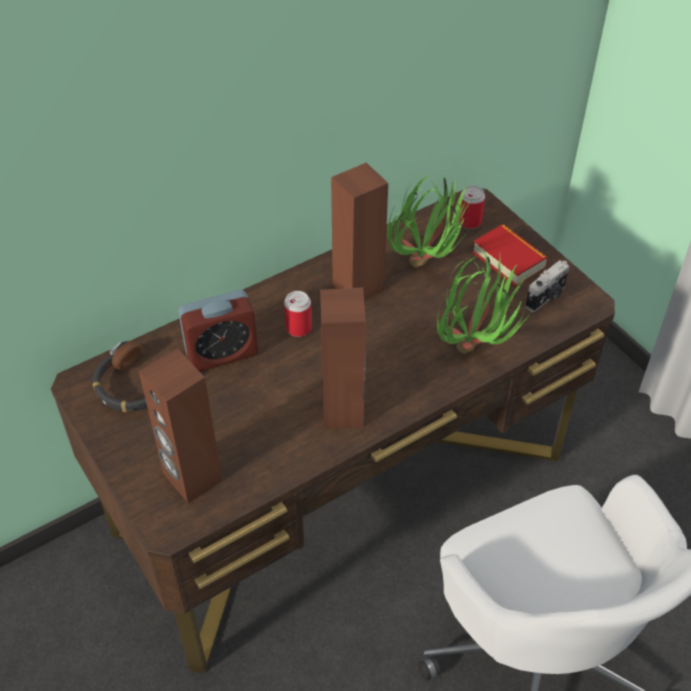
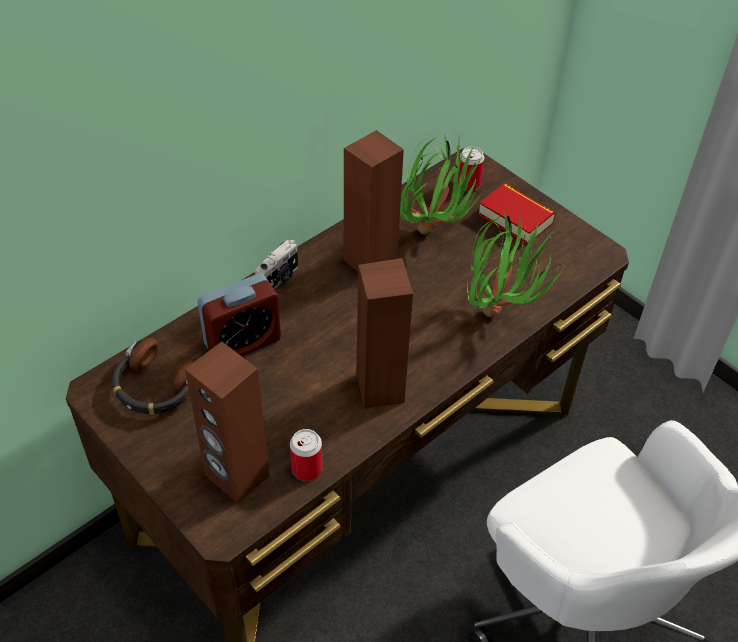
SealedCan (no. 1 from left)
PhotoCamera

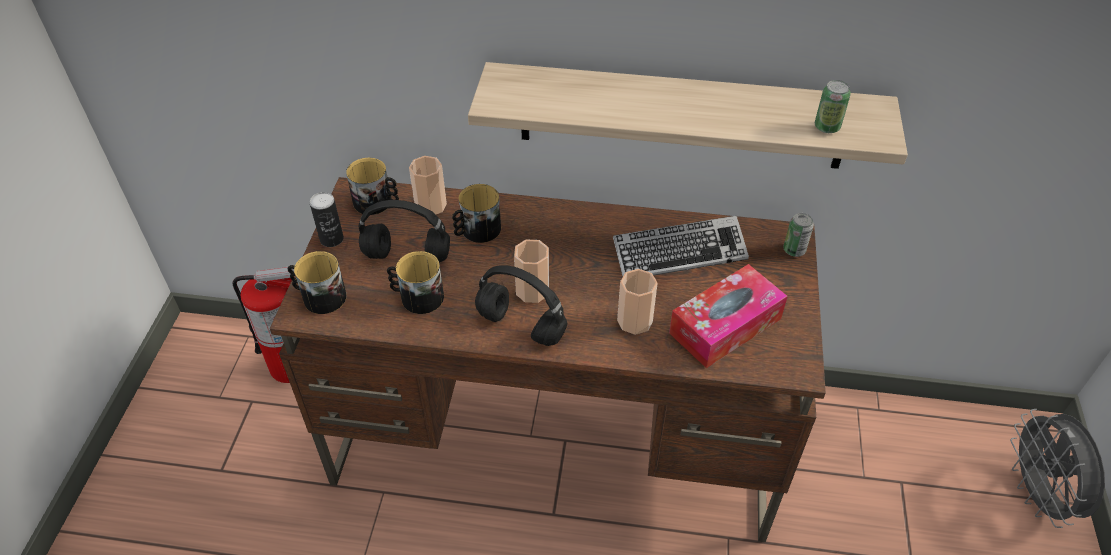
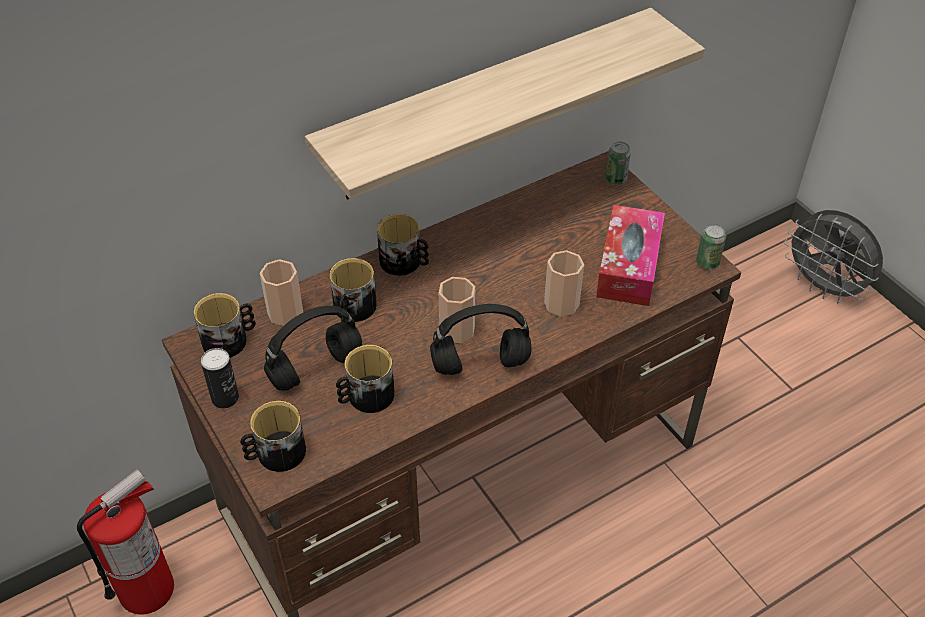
ComputerKeyboard
SealedCan (no. 3 from left)
TeaMug (no. 5 from left)

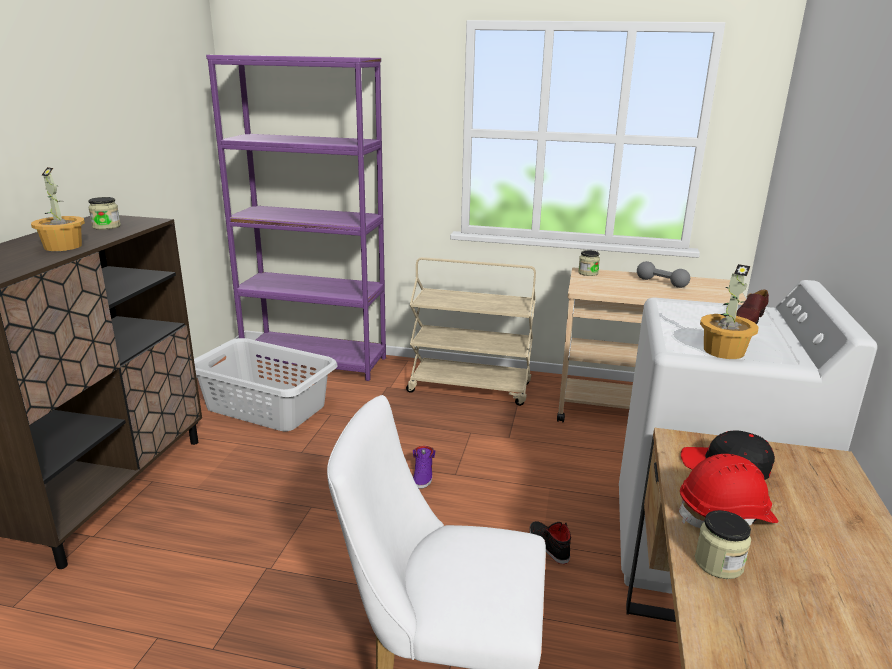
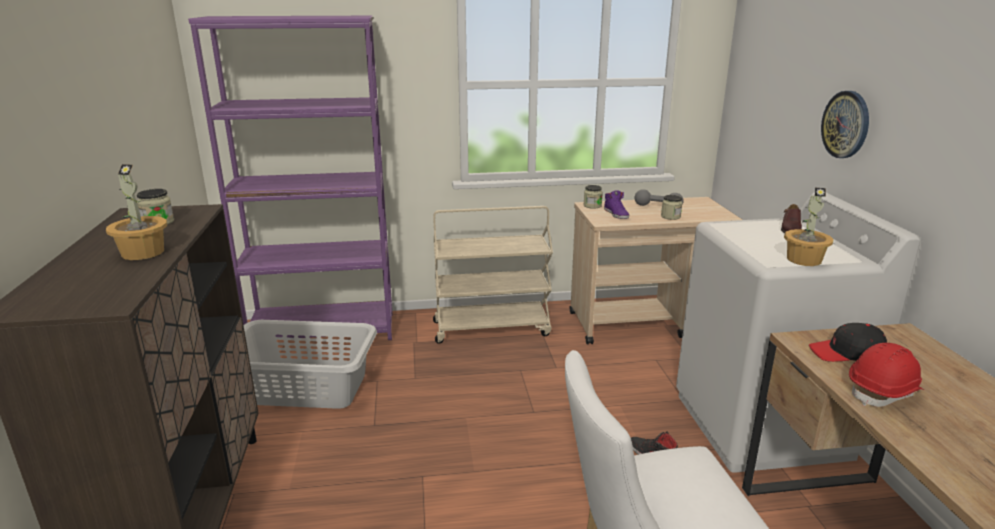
PurpleColouredItemOfFootwear
Jar (no. 3 from left)
HangingClock

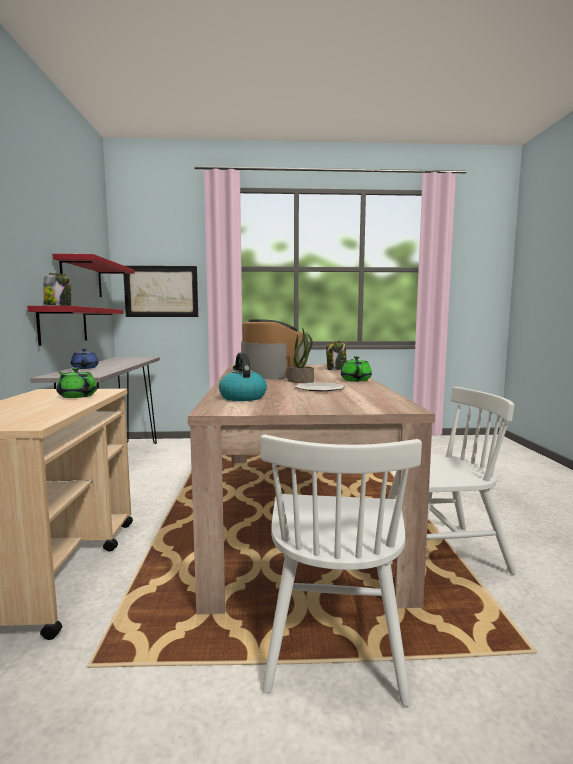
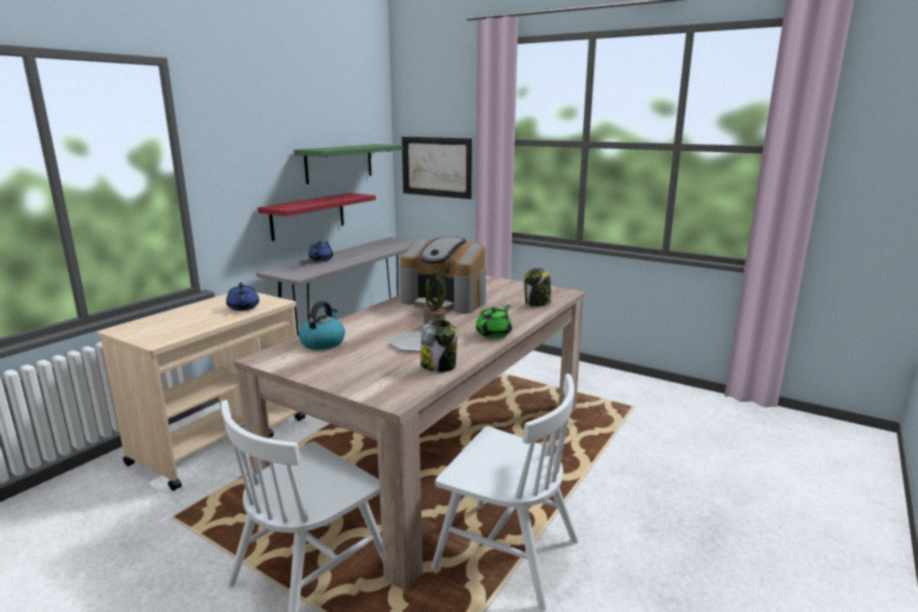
Jar (no. 1 from left)
GreenColouredShelf
BlueColouredTeaPot (no. 1 from left)
CoffeeMachine

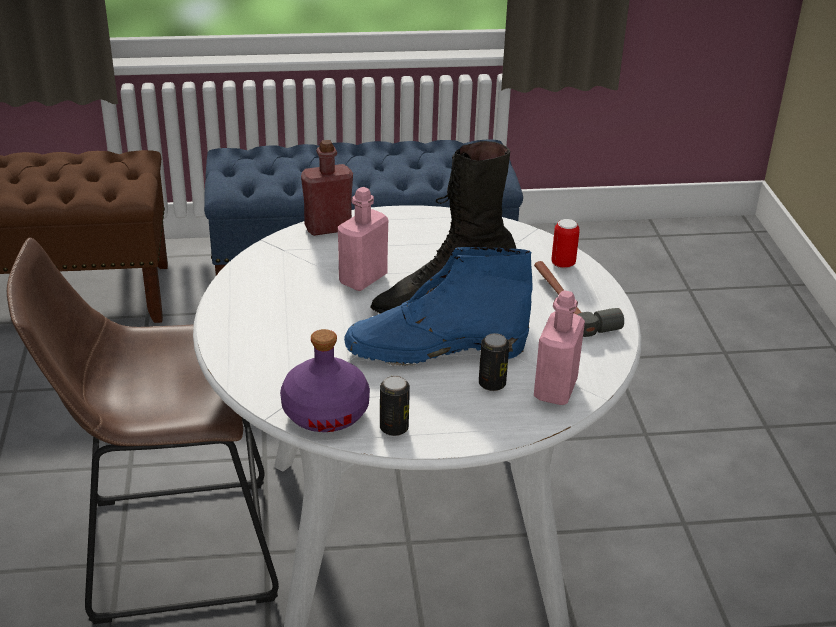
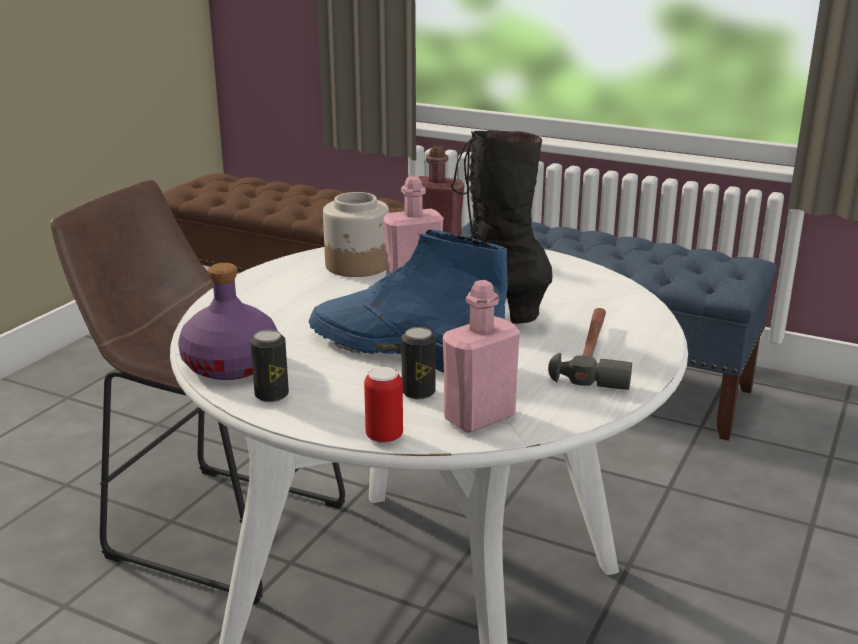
SealedCan (no. 2 from left)
Jar

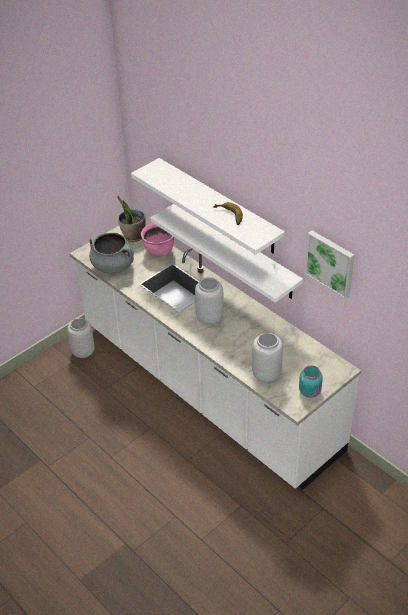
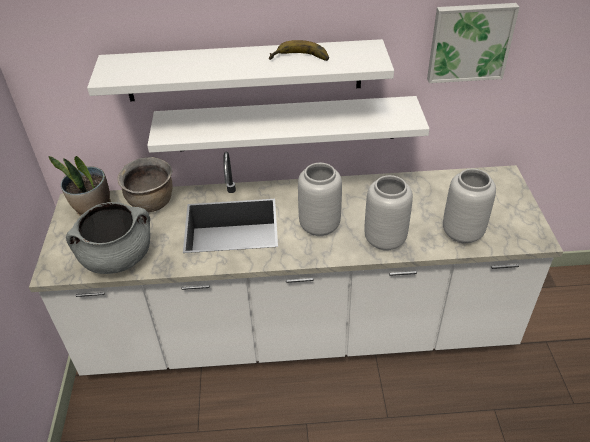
GrayVase (no. 2 from left)
BrownishCookingPot
TurquoiseJar

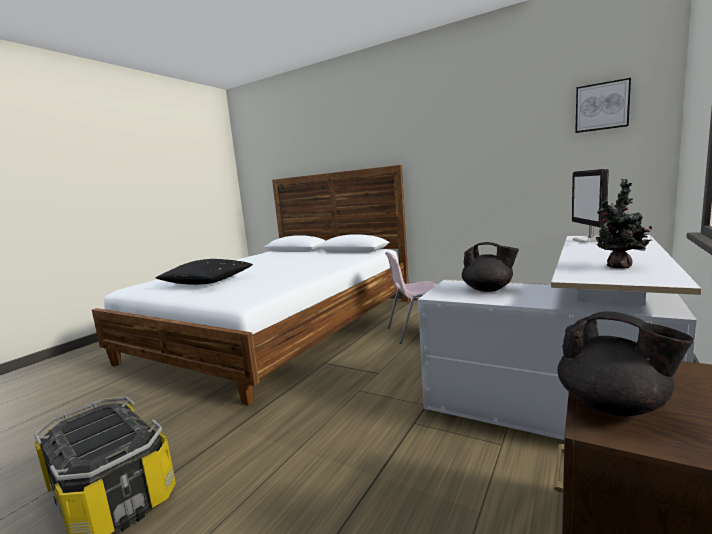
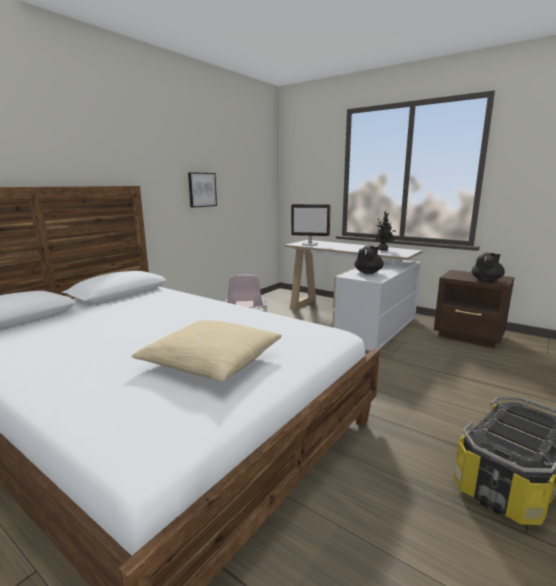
SandColouredPillow
Picture

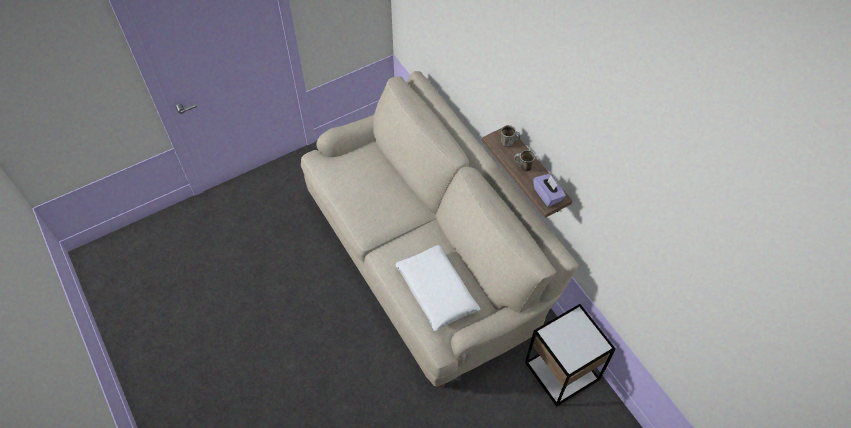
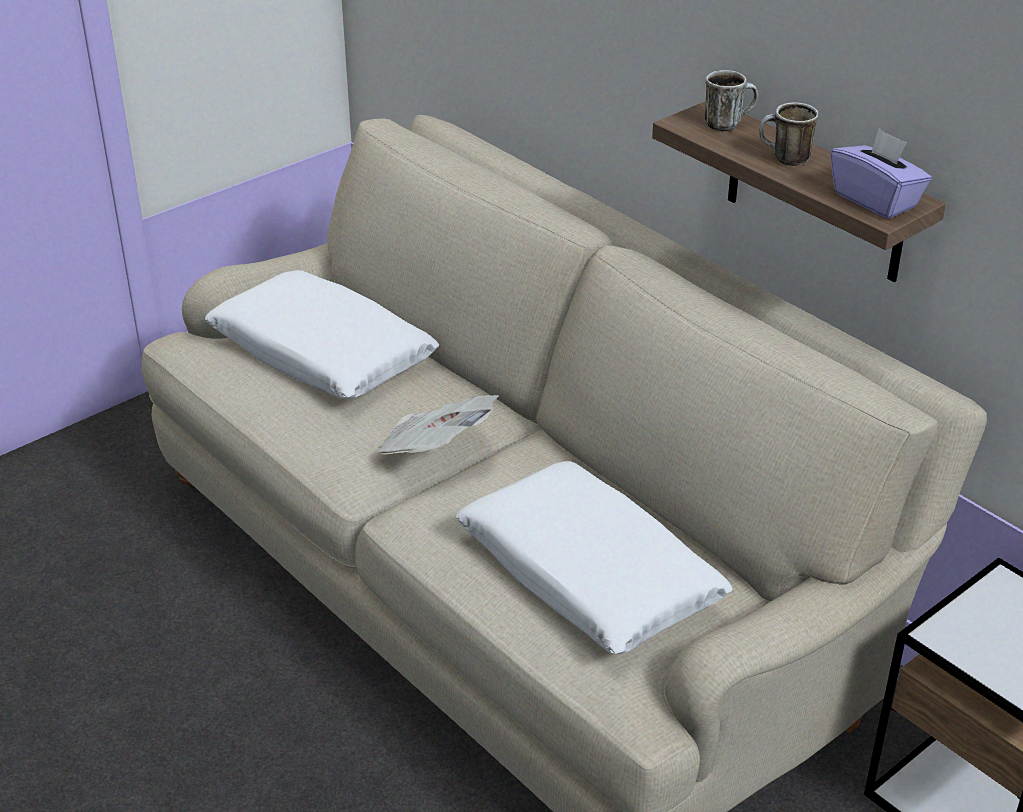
WhitishPillow (no. 1 from left)
Newspaper

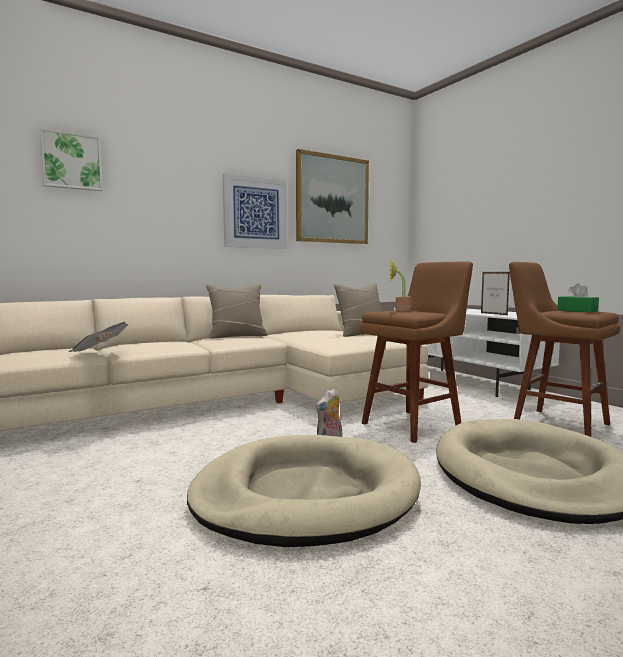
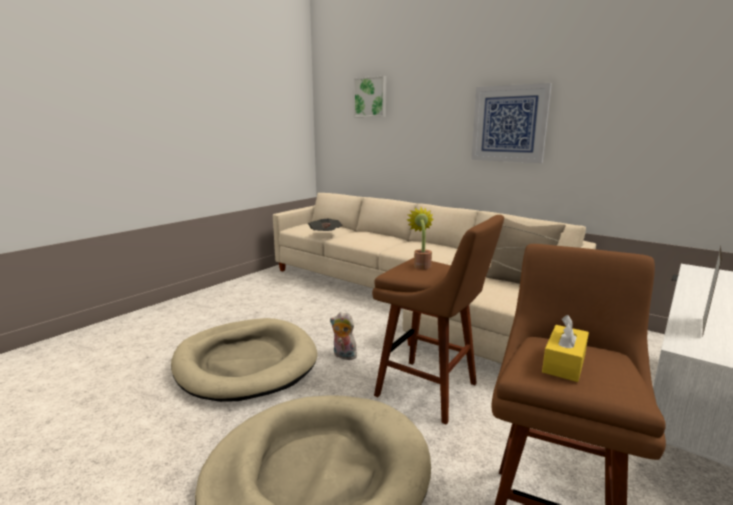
SandColouredPillow (no. 1 from left in the first image)
Picture (no. 3 from left in the first image)
YellowColouredTissueBox

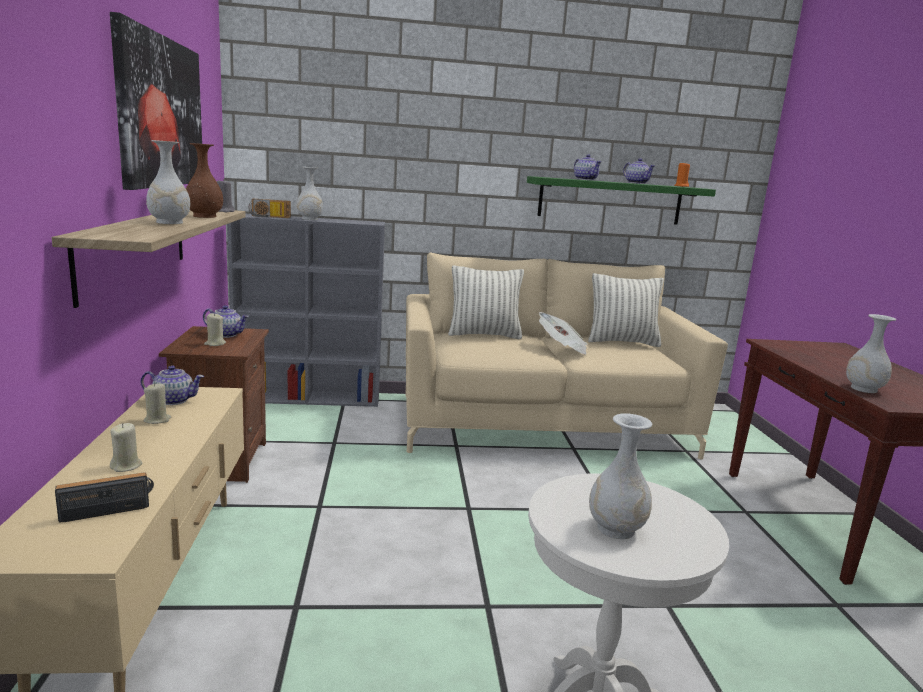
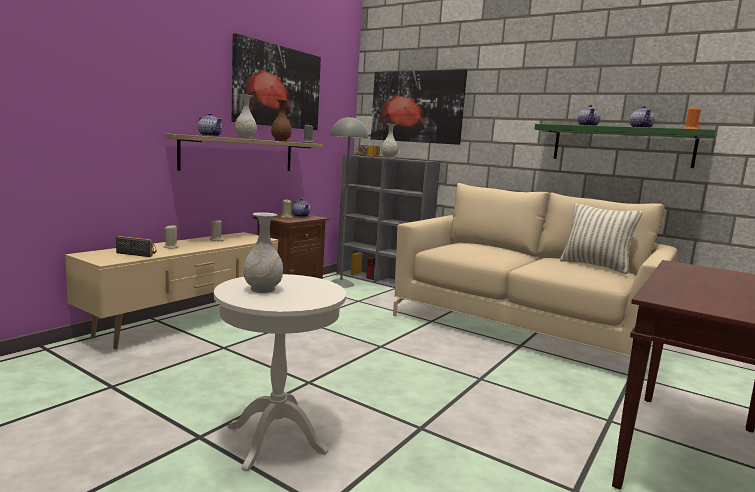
TeaPot (no. 1 from left)
Pillow (no. 1 from left in the first image)
Newspaper
WhitishVase (no. 4 from left in the first image)
GrayFloorLamp
Picture (no. 2 from left)

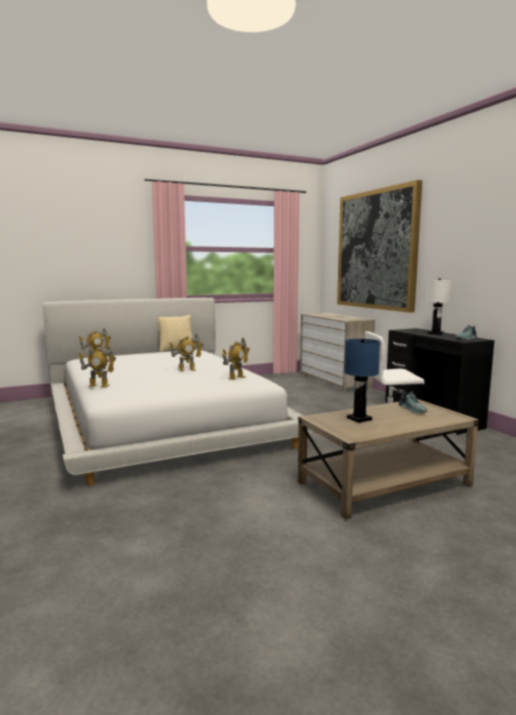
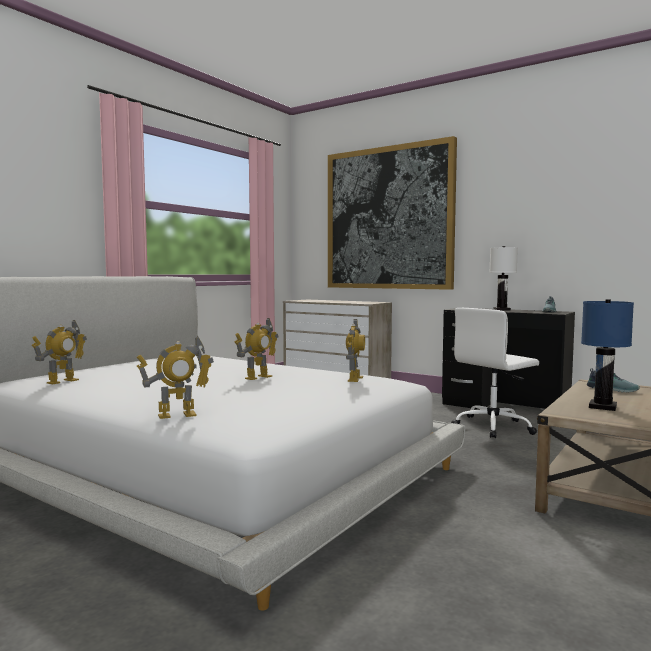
Pillow

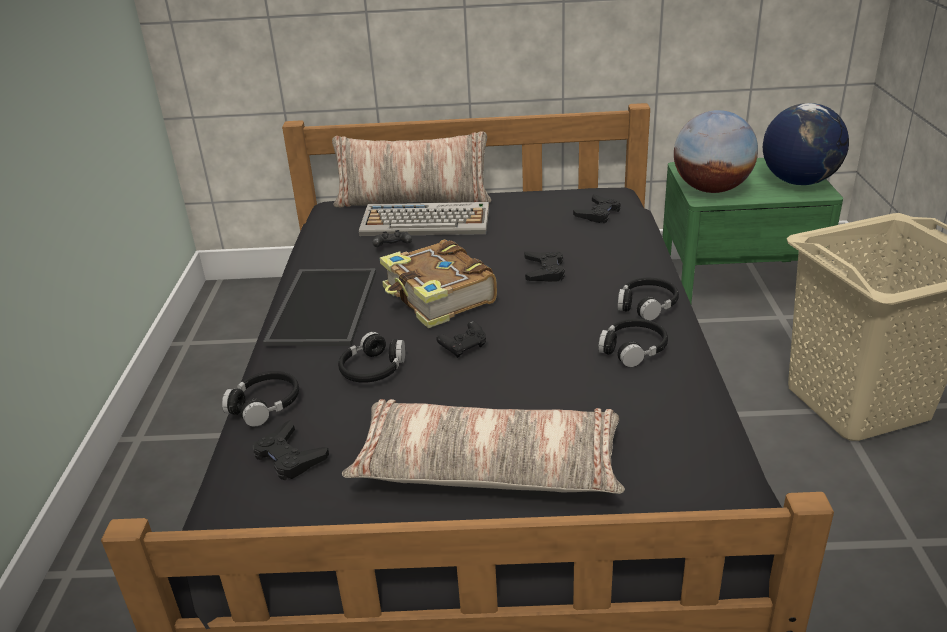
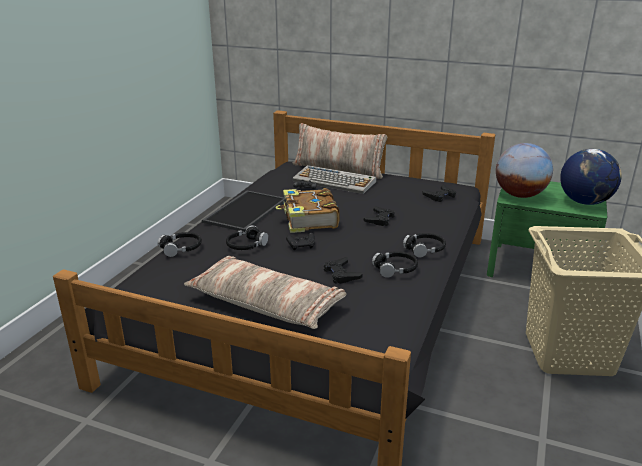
BlackishJoypad (no. 3 from left)

